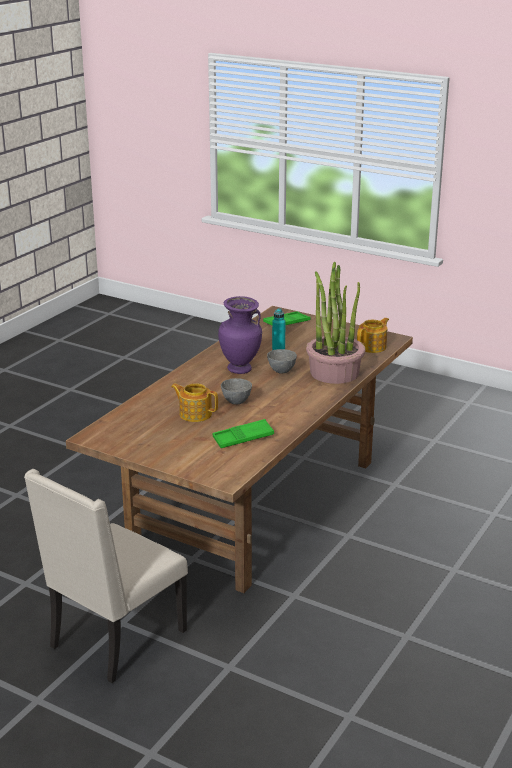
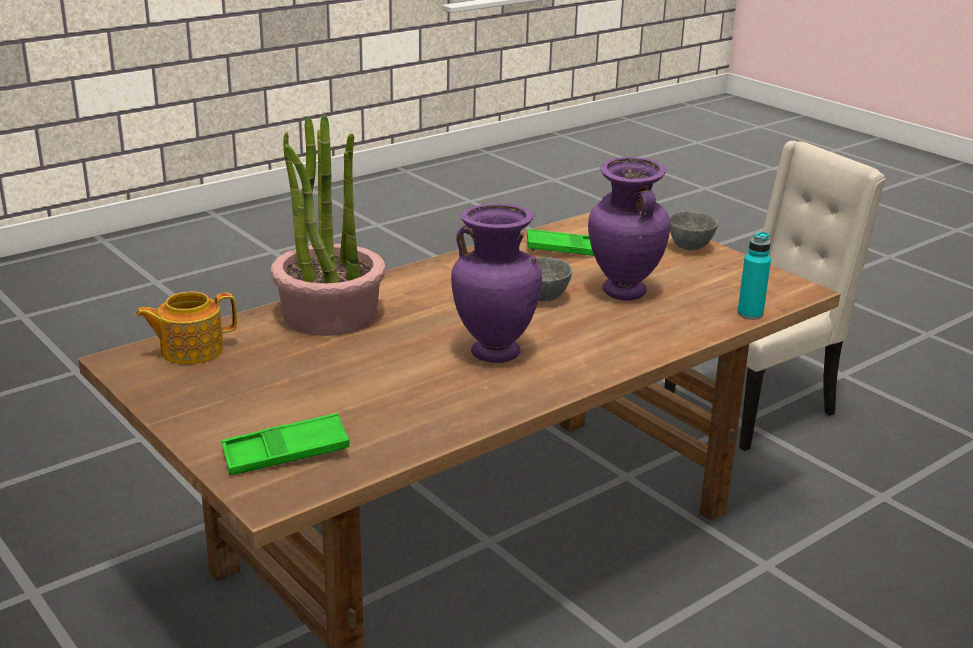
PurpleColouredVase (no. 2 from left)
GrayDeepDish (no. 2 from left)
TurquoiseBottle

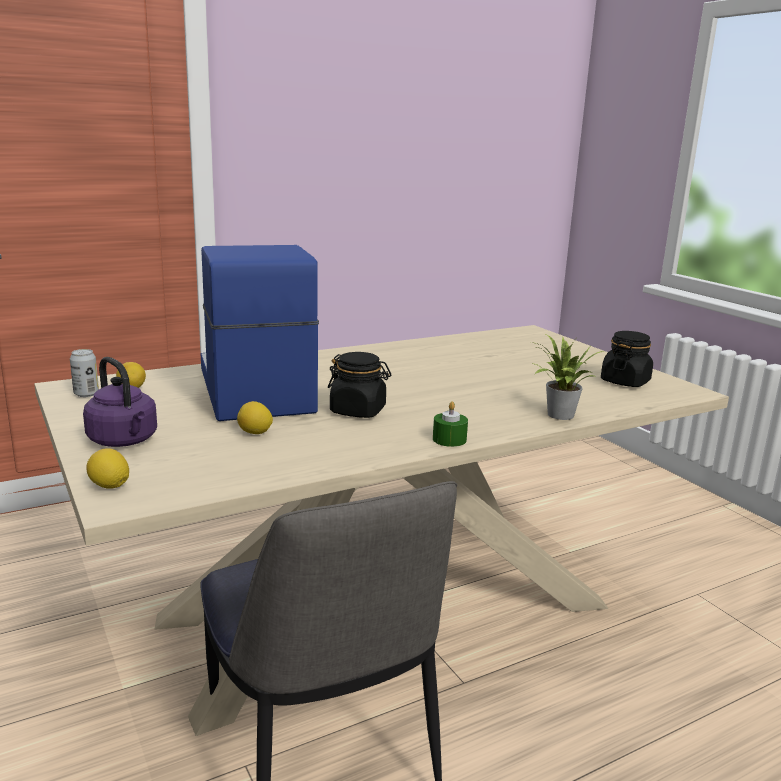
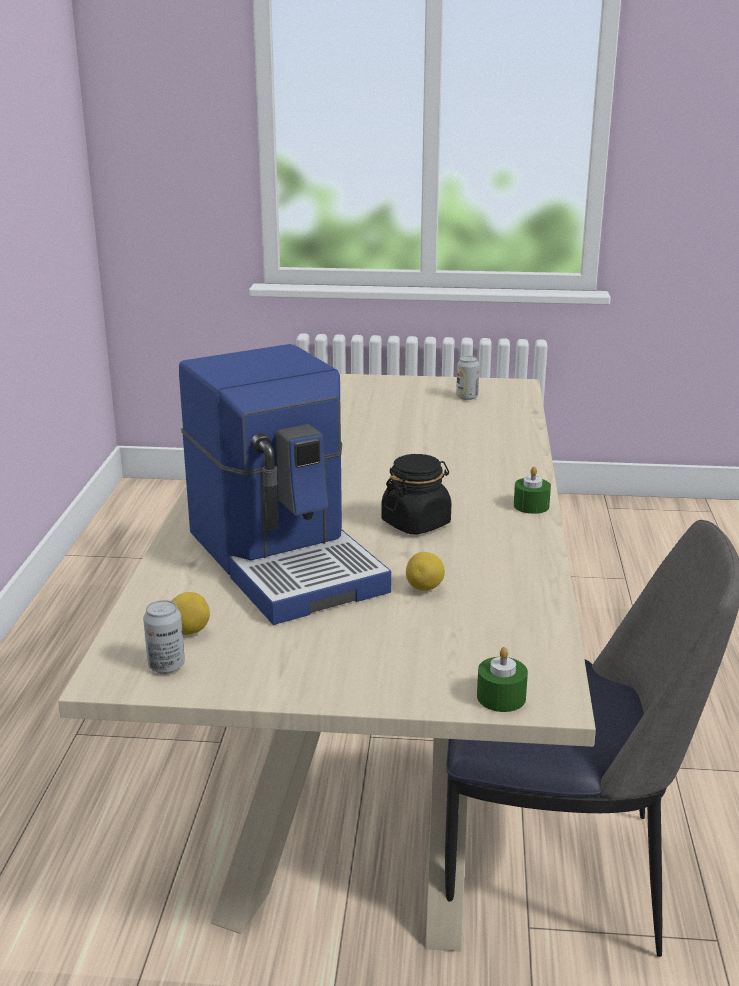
PurpleColouredKettle
GreenColouredCandle (no. 1 from left)
CoffeeMachine
Houseplant
SealedCan (no. 2 from left)

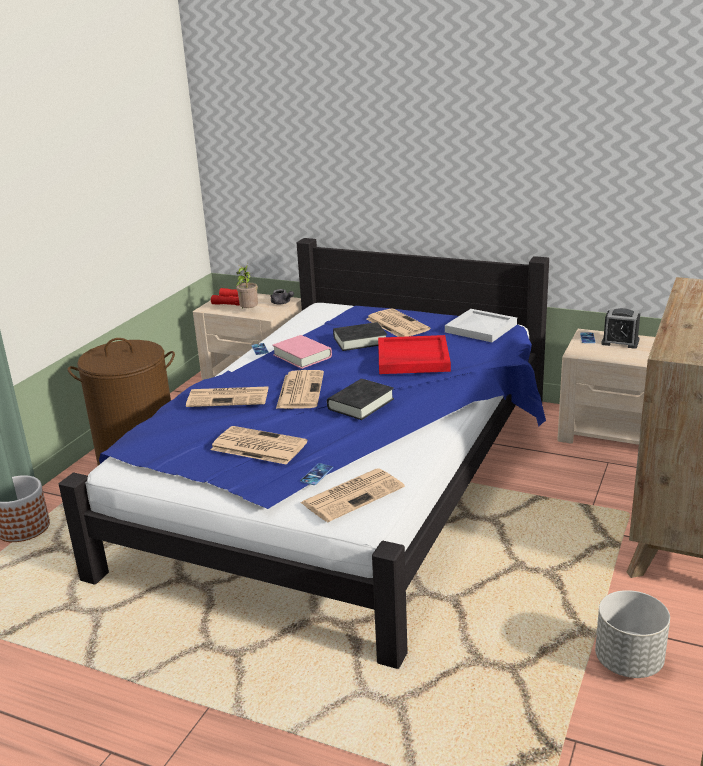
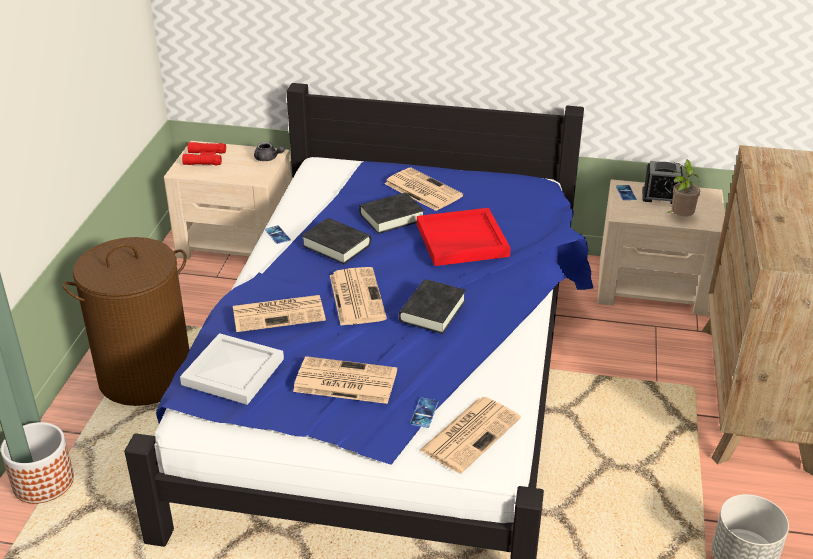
Houseplant
BlackishBoundBook (no. 1 from left)
WhitishTray

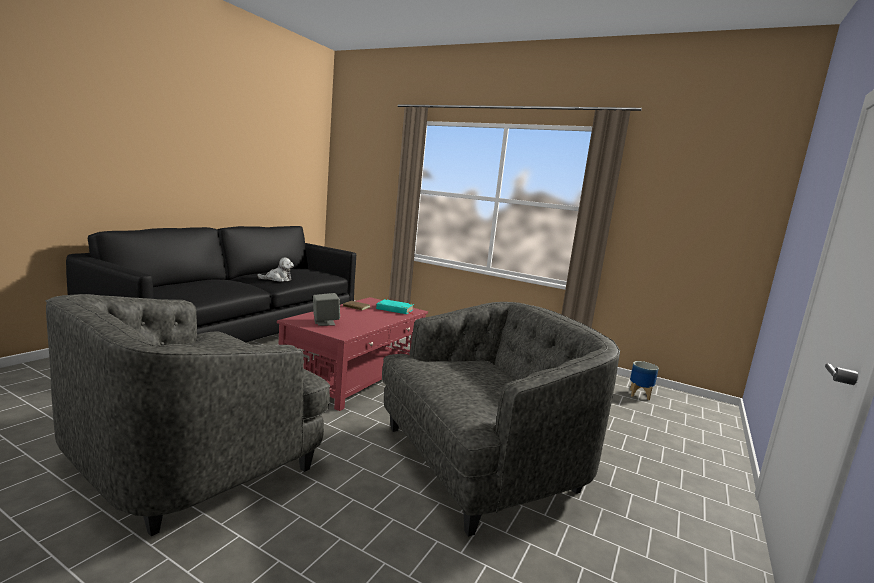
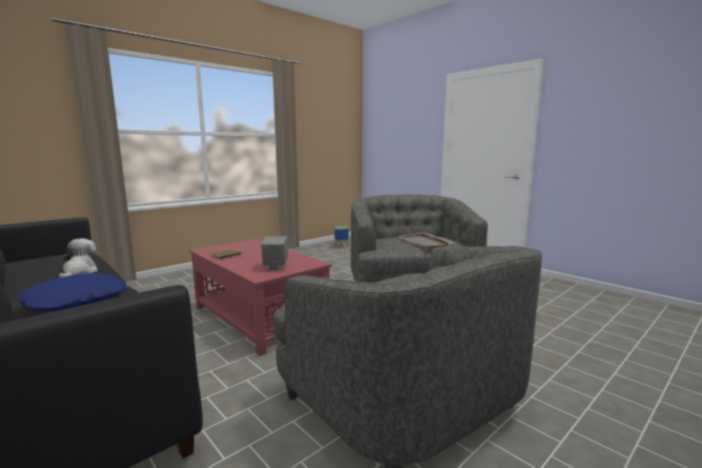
TurquoiseBoundBook
BlueColouredPillow
GrayTray

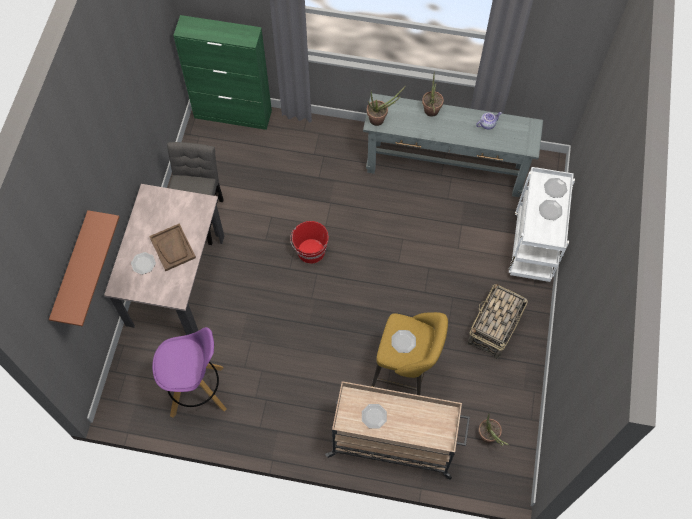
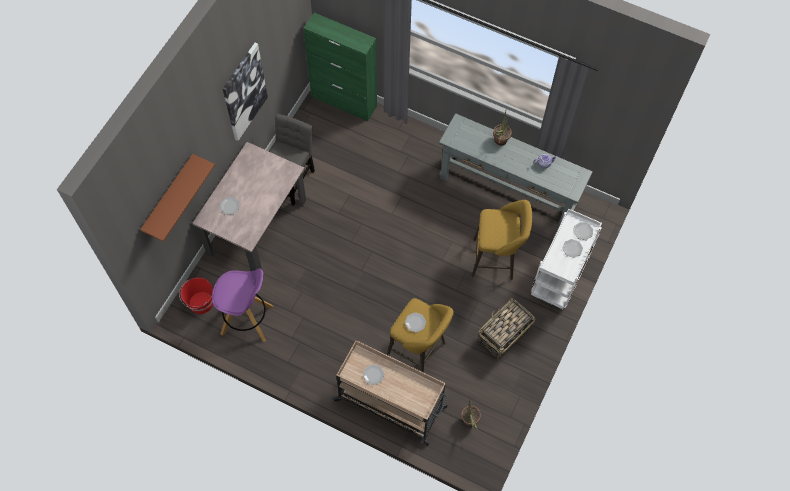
BrownishTray
RedPail
Houseplant (no. 1 from left in the first image)
Picture
YellowColouredStool (no. 2 from left)

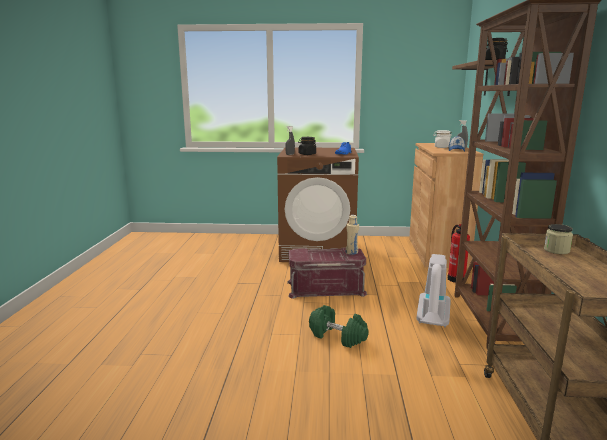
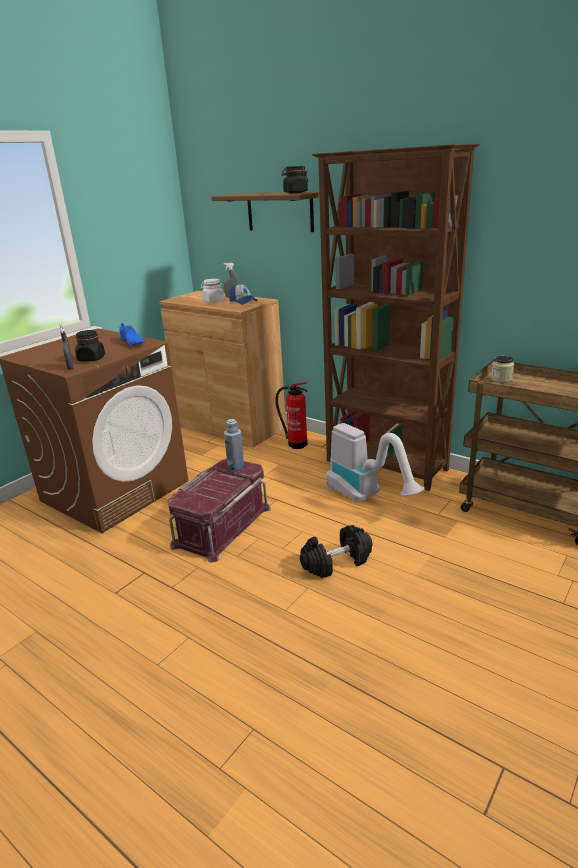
BlackishHandWeight
BlueColouredBottle

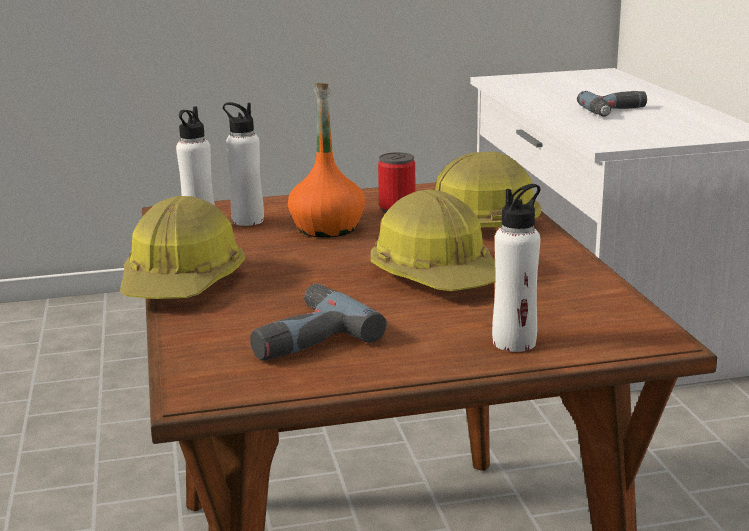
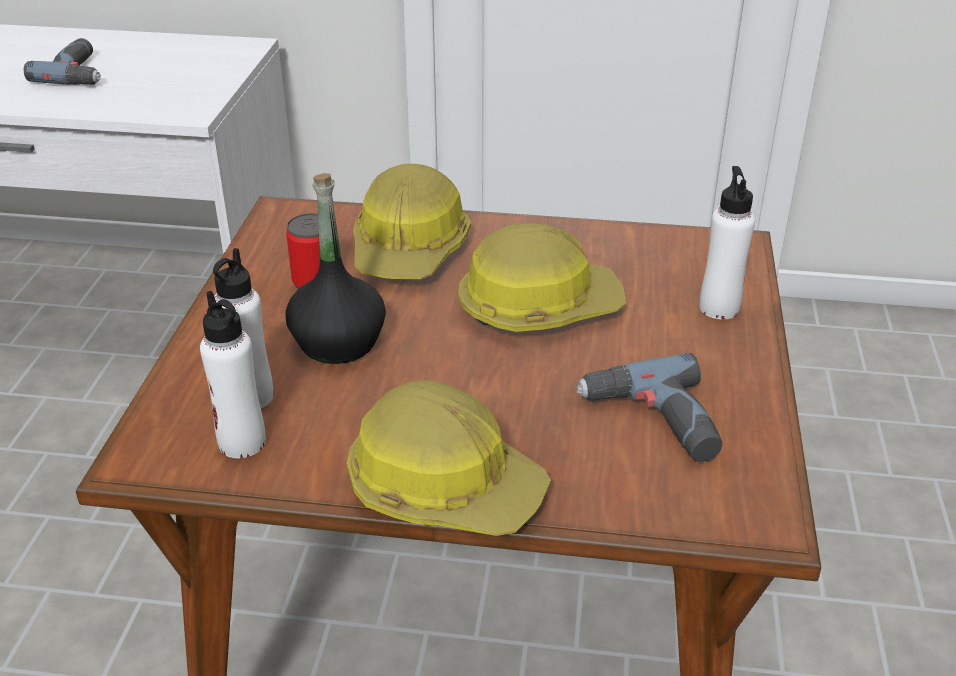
BlackishBottle

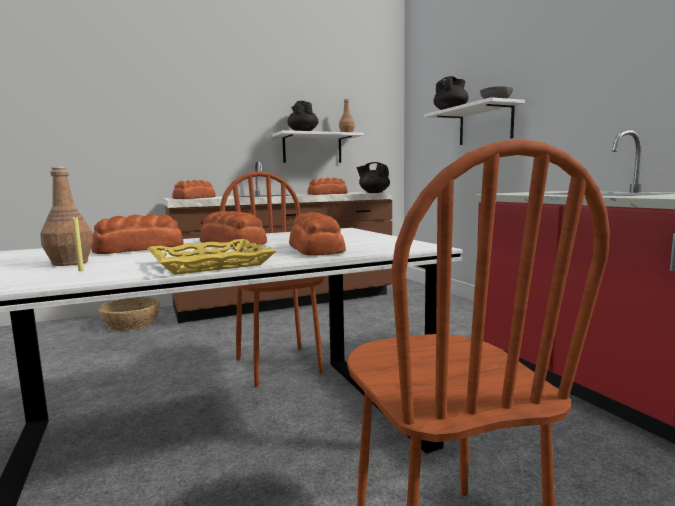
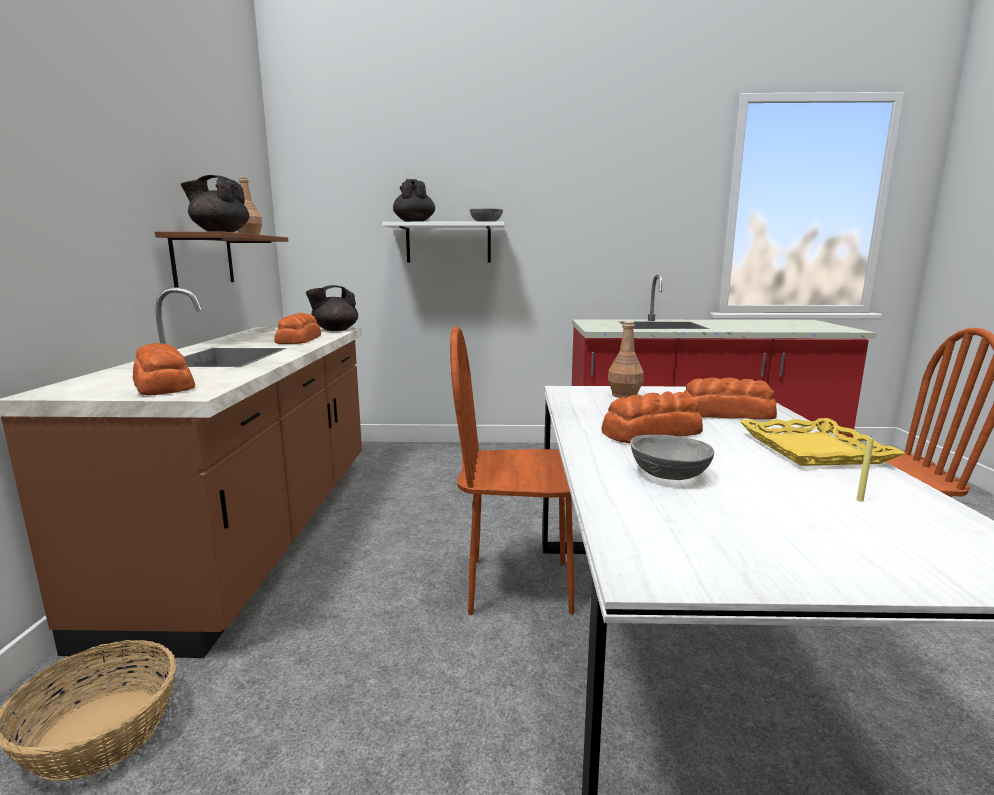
BrownishBottle (no. 2 from left)
GrayDeepDish (no. 2 from left)
BrownishShelf

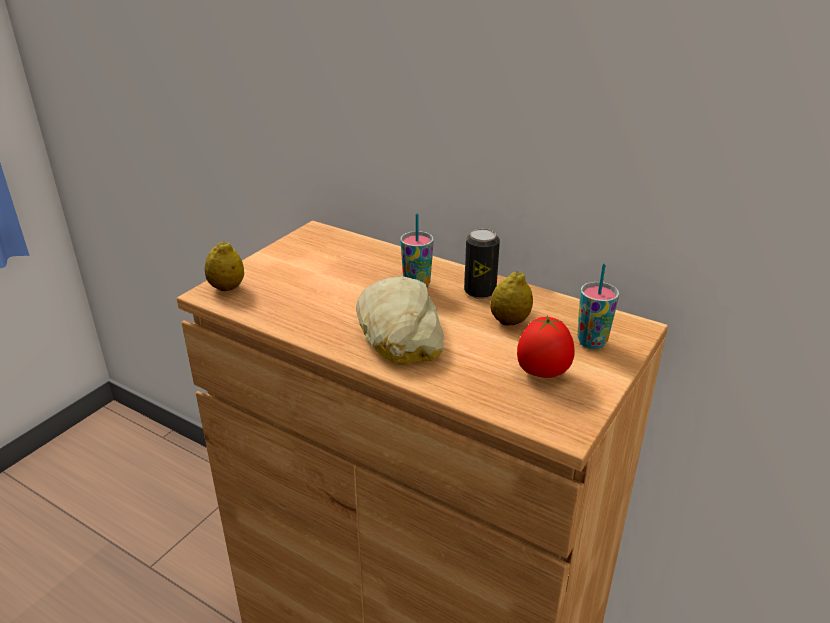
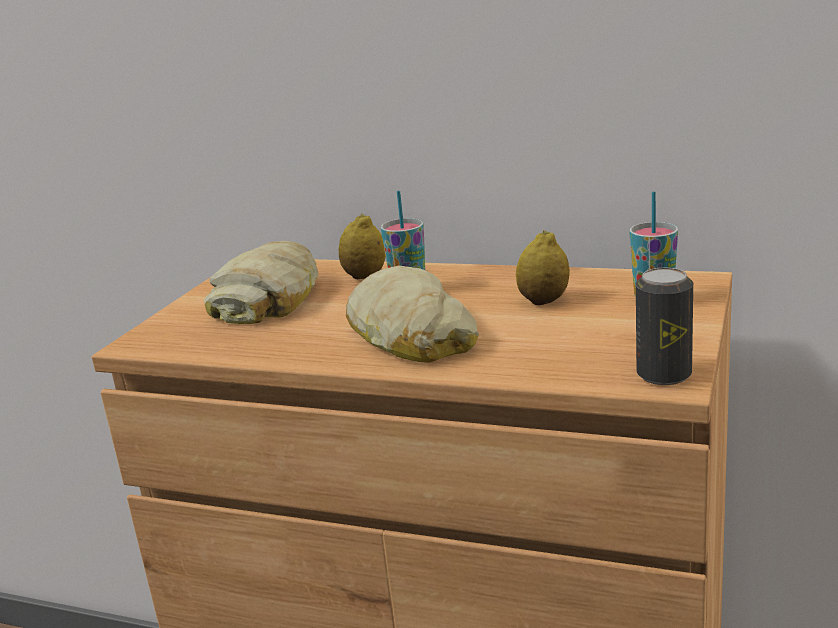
Lemon (no. 1 from left)
SealedCan
FreshTomato
BakedBread (no. 1 from left)

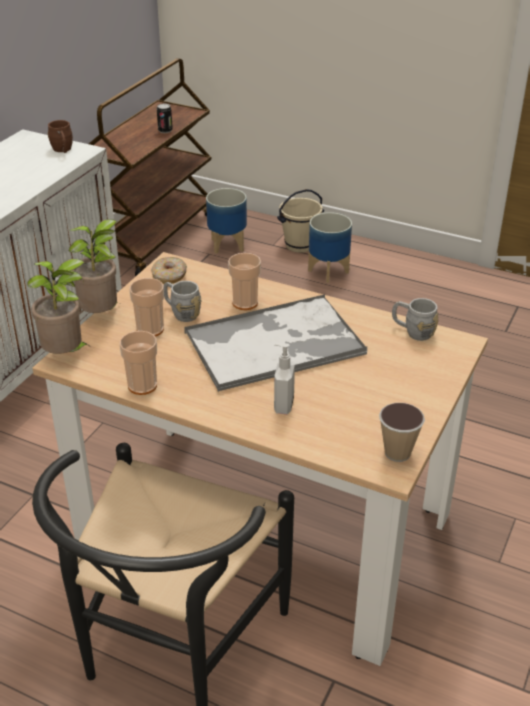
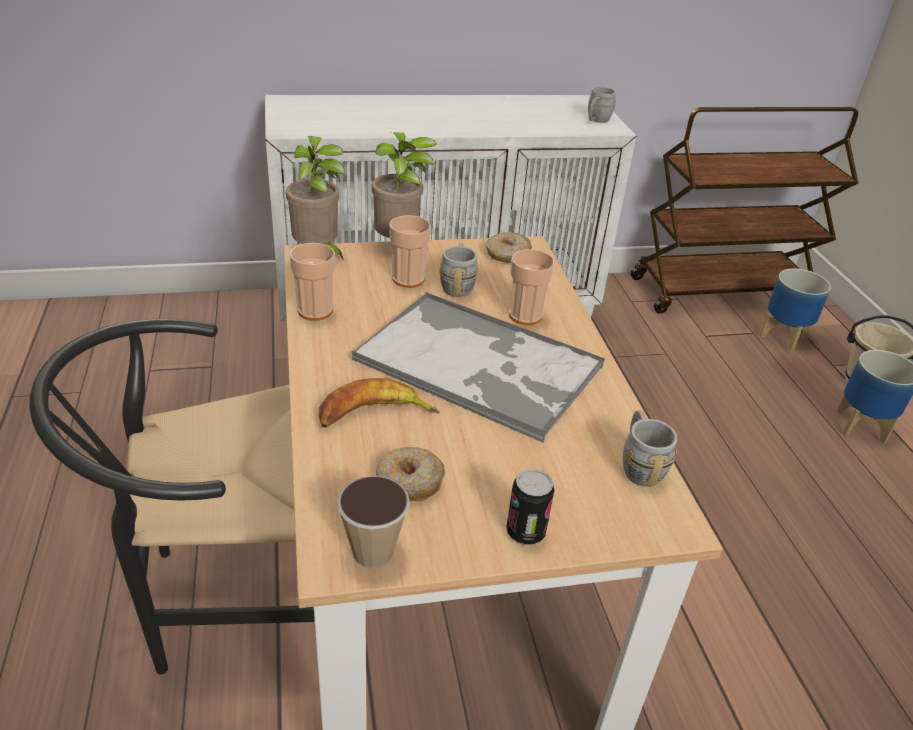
GrayTeaMug (no. 2 from left)
SealedCan
WholeBanana
RingDoughnut (no. 1 from left)

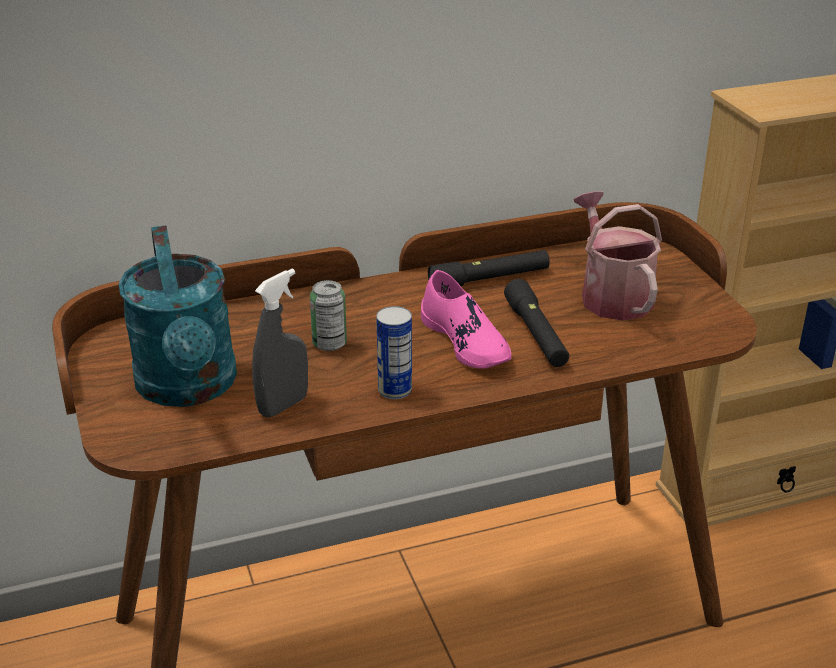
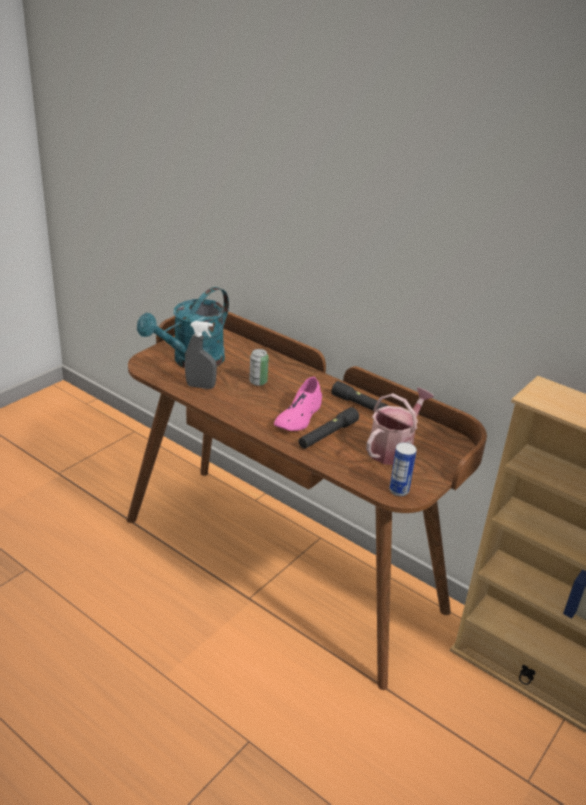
SealedCan (no. 2 from left)

